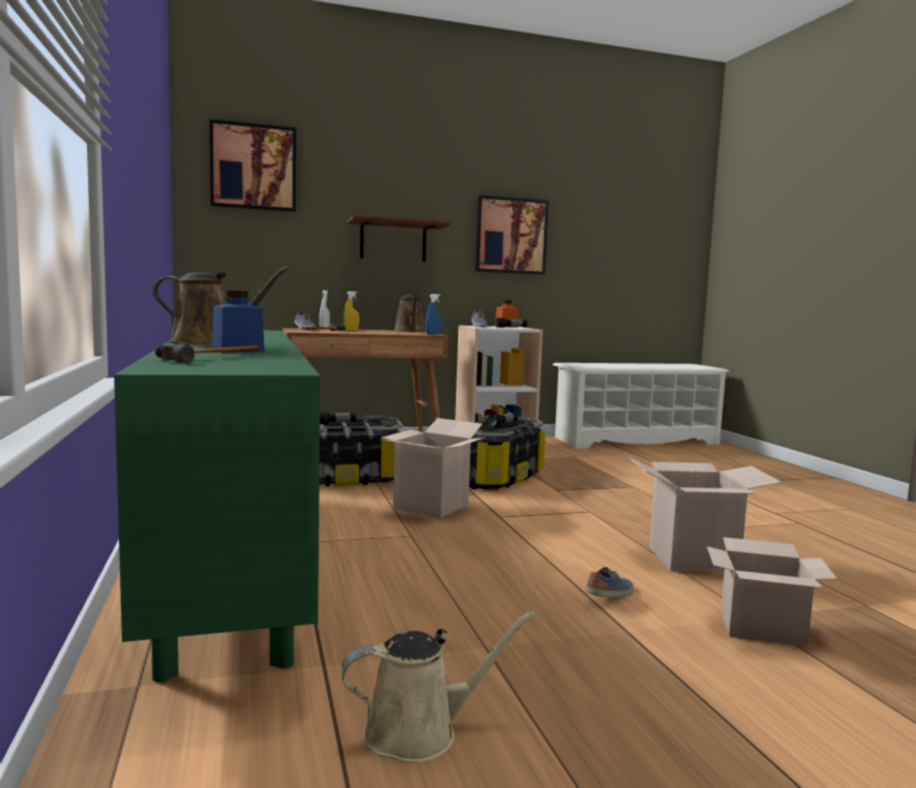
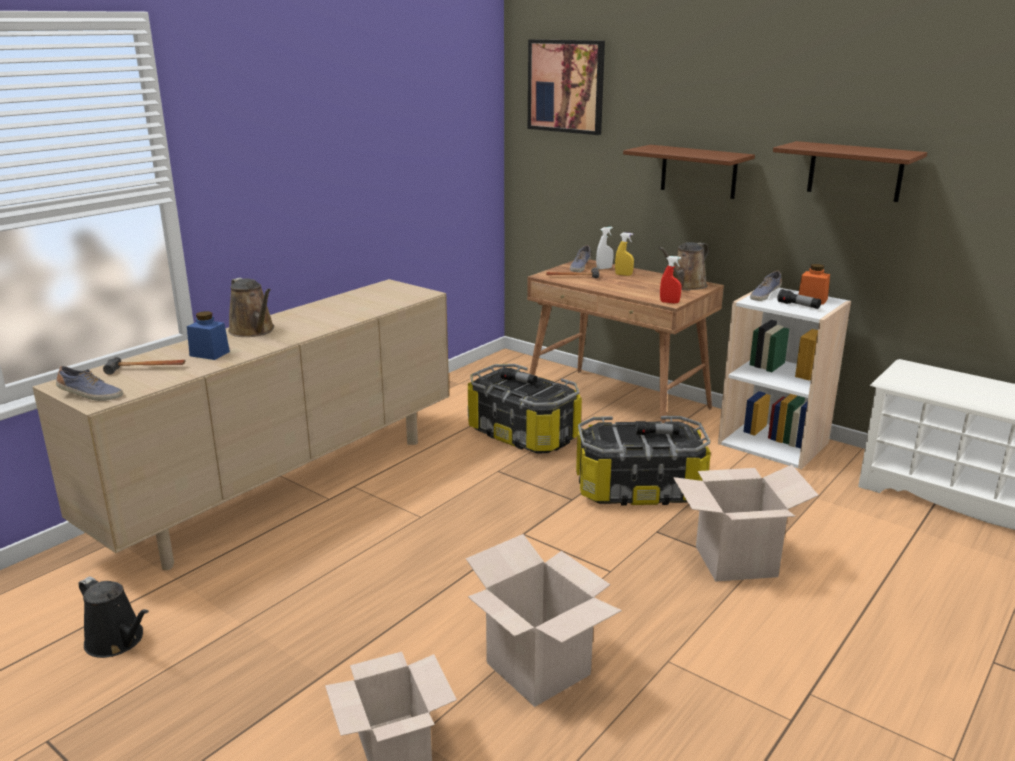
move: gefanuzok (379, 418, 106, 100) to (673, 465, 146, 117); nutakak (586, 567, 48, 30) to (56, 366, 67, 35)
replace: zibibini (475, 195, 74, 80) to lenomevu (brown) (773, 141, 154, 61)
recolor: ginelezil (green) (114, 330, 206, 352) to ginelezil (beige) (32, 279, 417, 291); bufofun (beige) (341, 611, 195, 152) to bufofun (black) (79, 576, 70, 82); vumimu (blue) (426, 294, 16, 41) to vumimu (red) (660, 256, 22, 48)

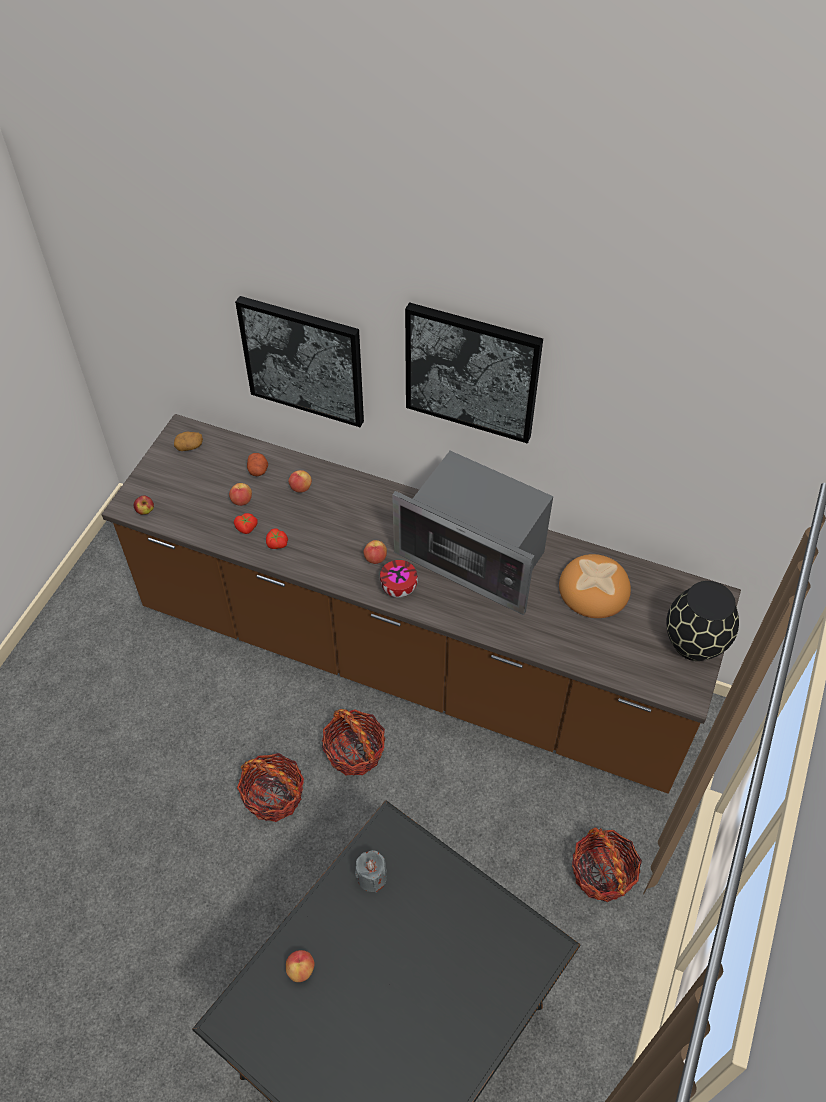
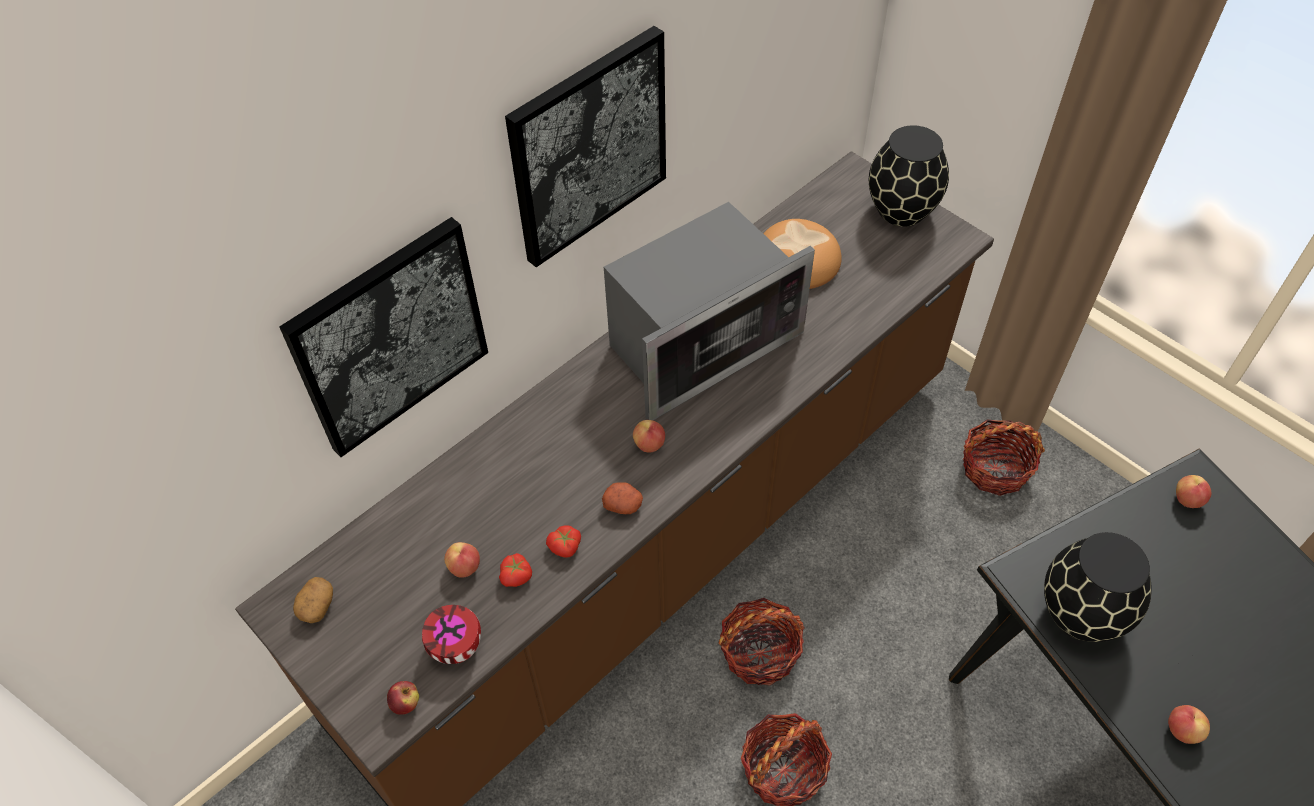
move: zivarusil (247, 453, 21, 23) to (602, 482, 41, 32); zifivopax (288, 470, 24, 23) to (1176, 475, 35, 33); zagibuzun (380, 560, 38, 38) to (422, 605, 59, 59)
replace: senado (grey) (355, 850, 32, 43) to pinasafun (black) (1044, 532, 108, 110)

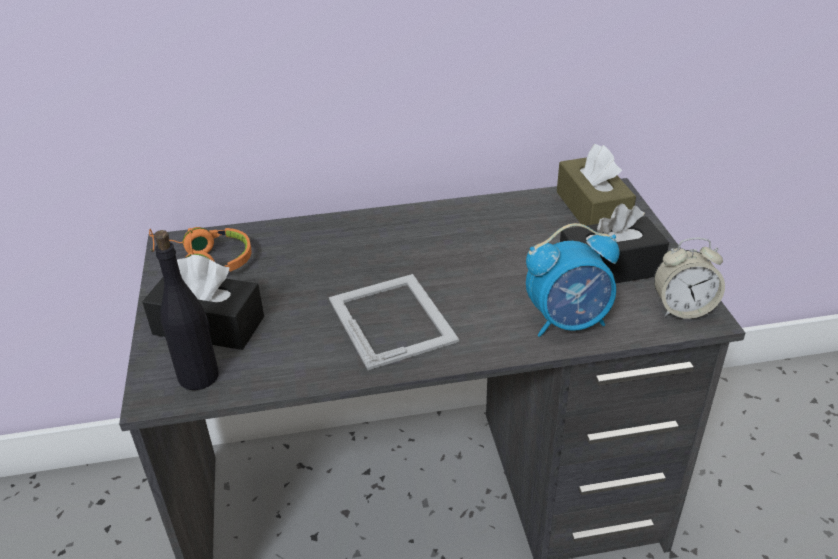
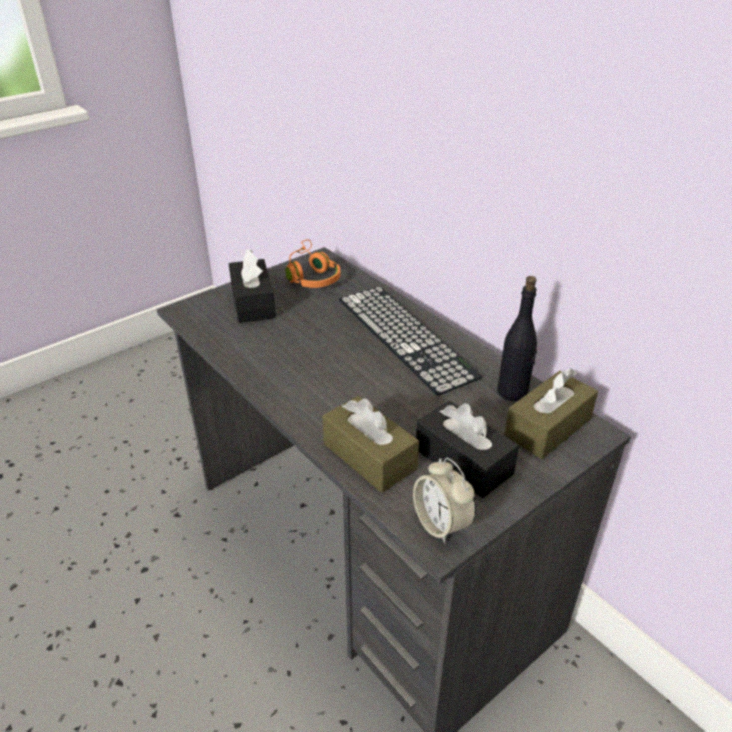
delete: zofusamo (329, 274, 130, 96)
insert: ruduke (339, 287, 143, 109)
move: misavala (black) (154, 230, 65, 160) to (497, 276, 40, 125)
replace: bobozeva (526, 223, 94, 114) to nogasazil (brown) (322, 396, 97, 97)

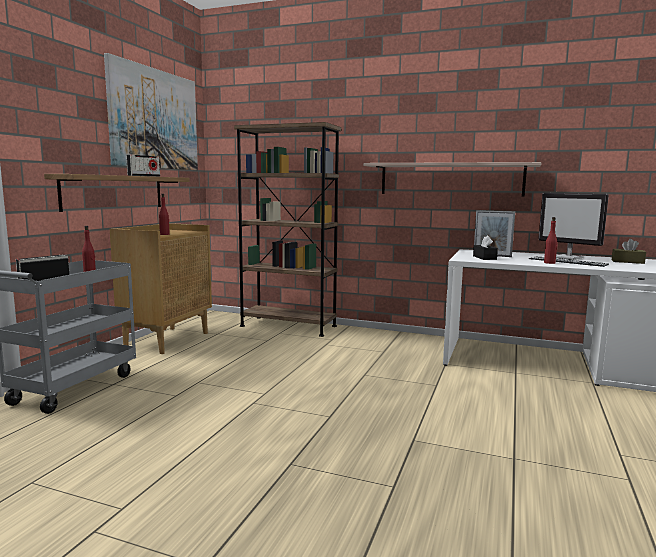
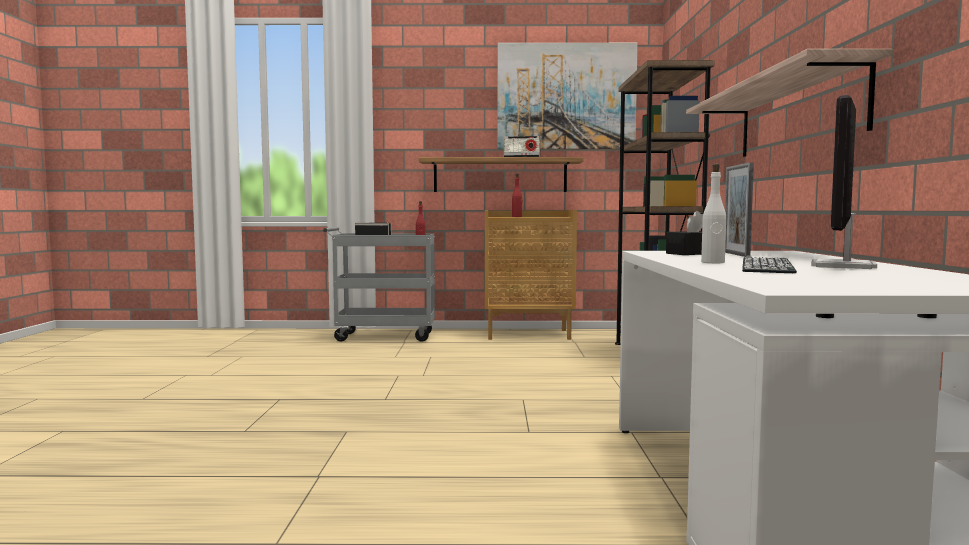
delete: nogasazil (brown) (612, 239, 34, 25)
recolor: misavala (red) (544, 217, 13, 47) to misavala (white) (701, 164, 25, 99)

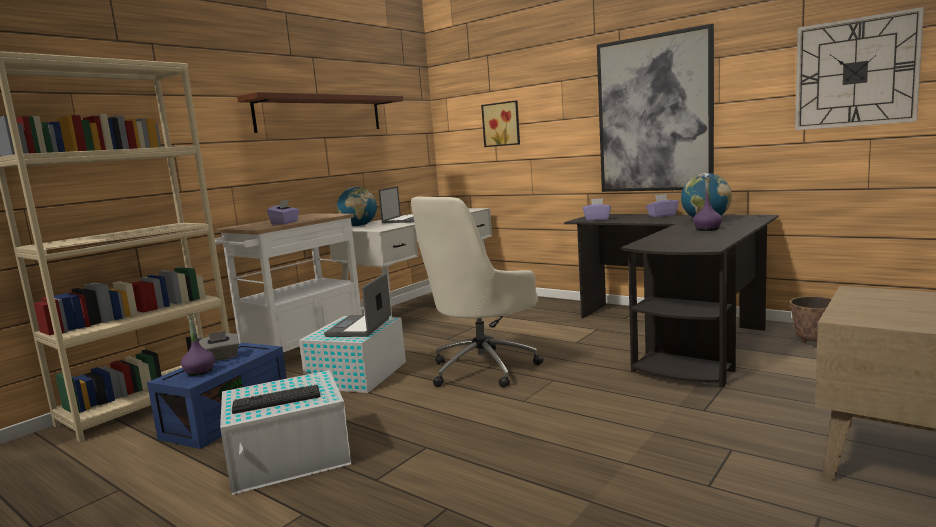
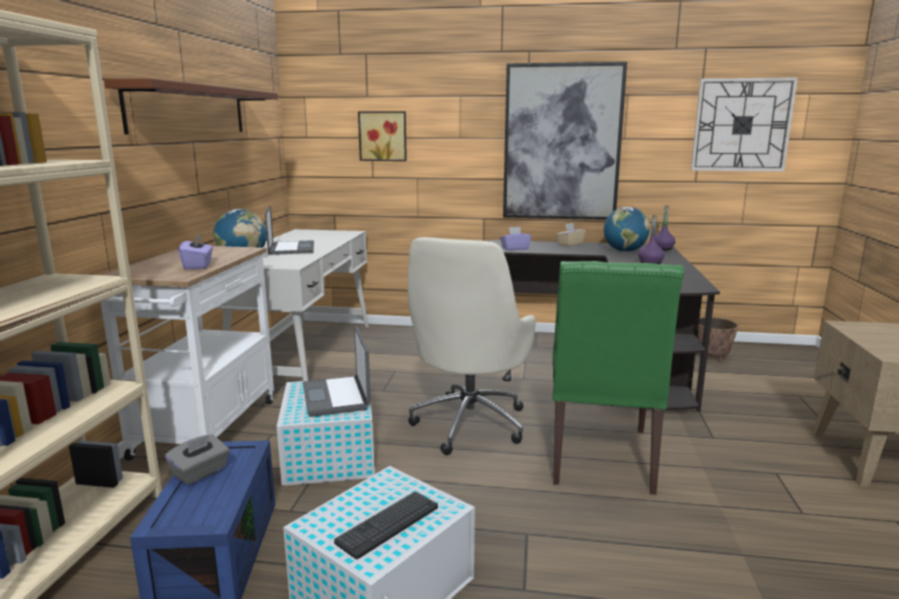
insert: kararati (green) (552, 261, 132, 234)
move: misavala (purple) (181, 313, 34, 63) to (656, 205, 20, 45)
recolor: nogasazil (purple) (646, 194, 33, 23) to nogasazil (beige) (556, 223, 30, 23)

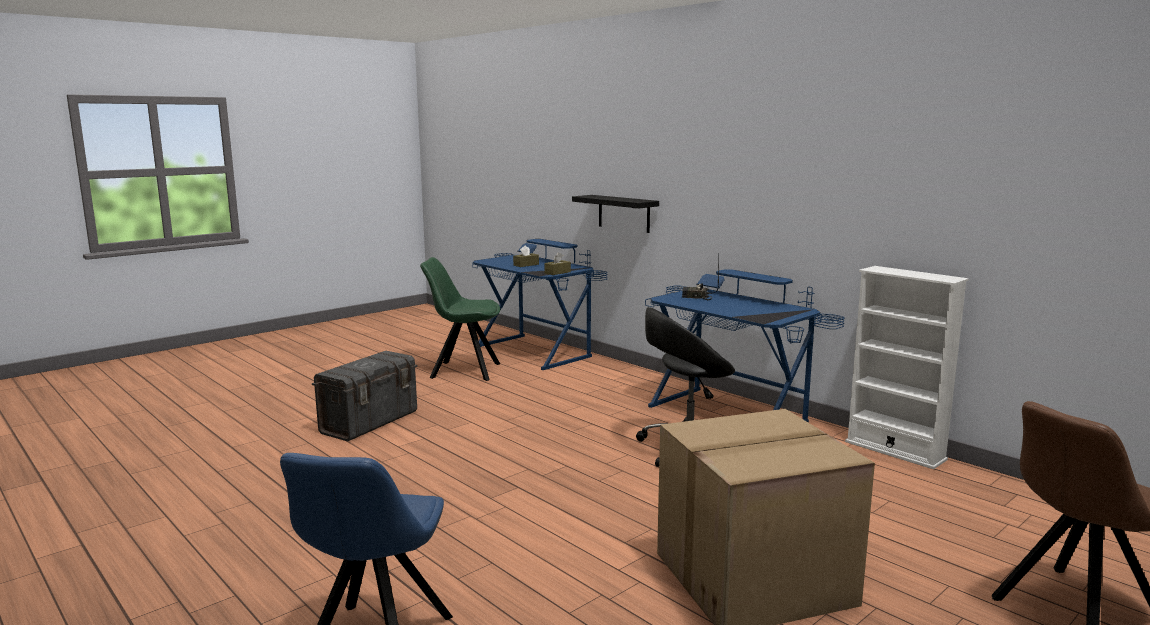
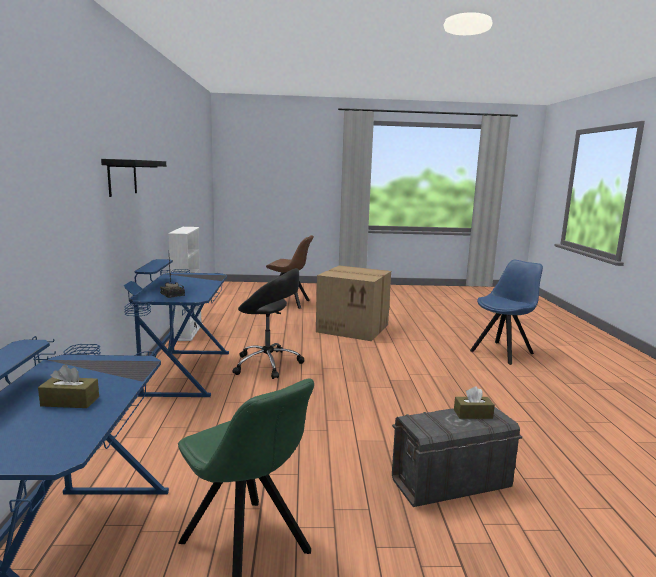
move: nogasazil (brown) (544, 252, 27, 23) to (454, 387, 41, 32); lenomevu (black) (572, 195, 87, 38) to (101, 159, 65, 38)

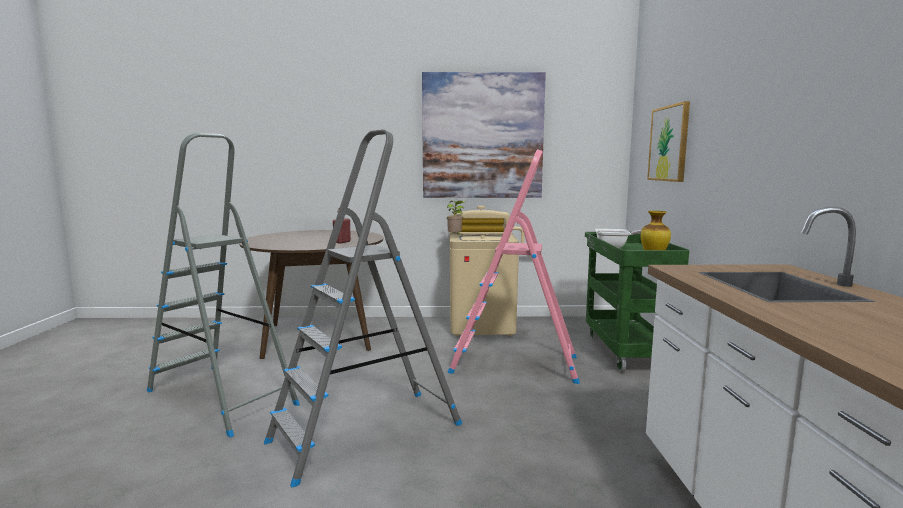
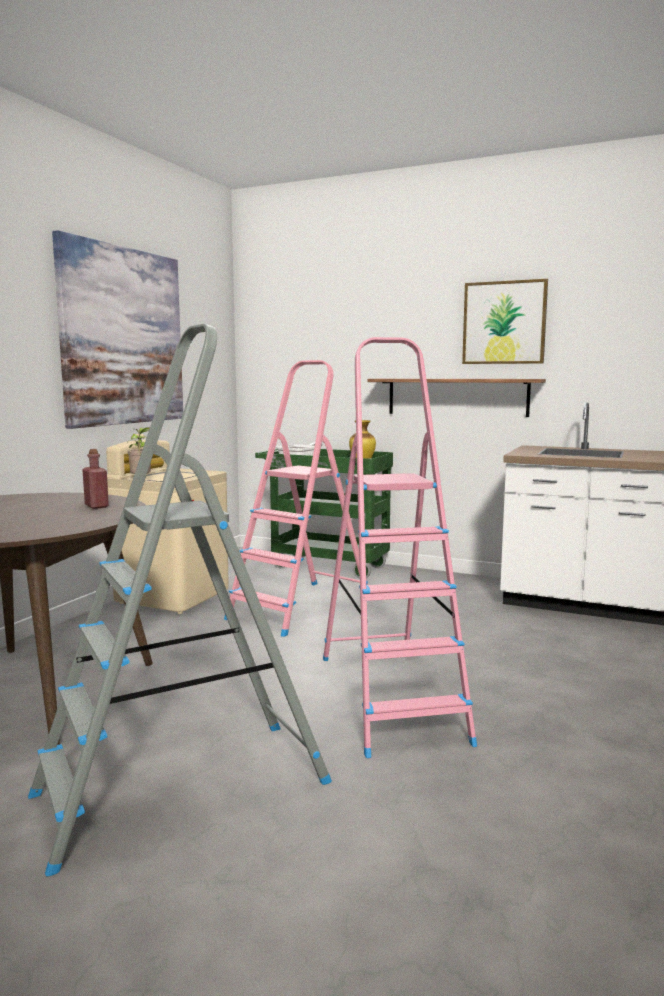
insert: lenomevu (368, 379, 178, 38)
move: zibibini (647, 101, 43, 81) to (462, 279, 86, 85)
recolor: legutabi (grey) (264, 129, 198, 358) to legutabi (pink) (323, 337, 154, 421)

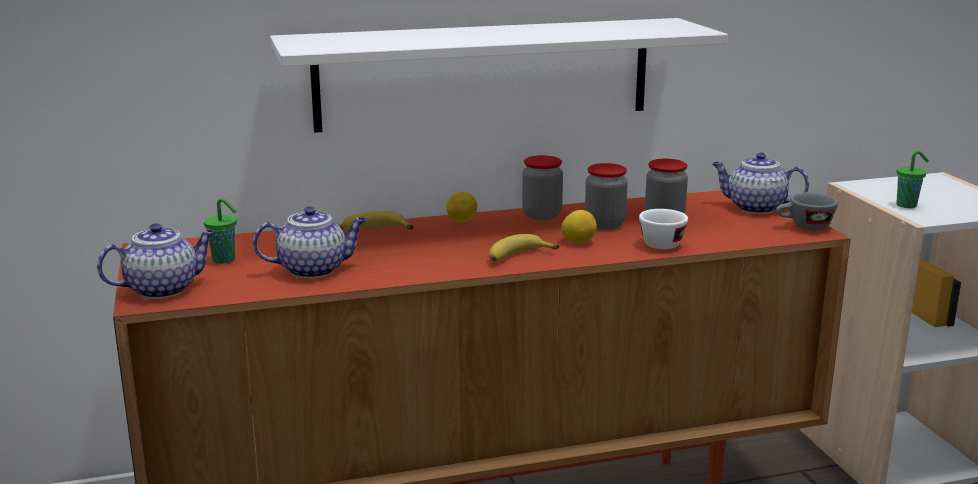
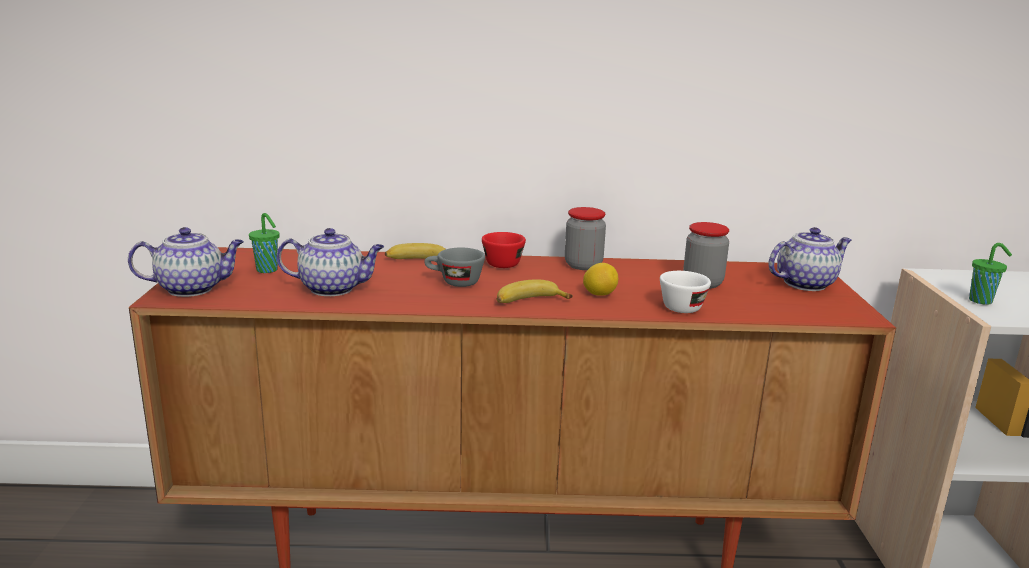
delete: lenomevu (white) (270, 18, 458, 115); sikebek (585, 163, 43, 67)
move: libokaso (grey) (776, 192, 62, 39) to (424, 248, 61, 39)
replace: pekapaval (447, 192, 30, 31) to libokaso (red) (482, 232, 44, 36)
rotate: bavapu (712, 153, 97, 61) = (769, 227, 83, 64) 120 degrees clockwise

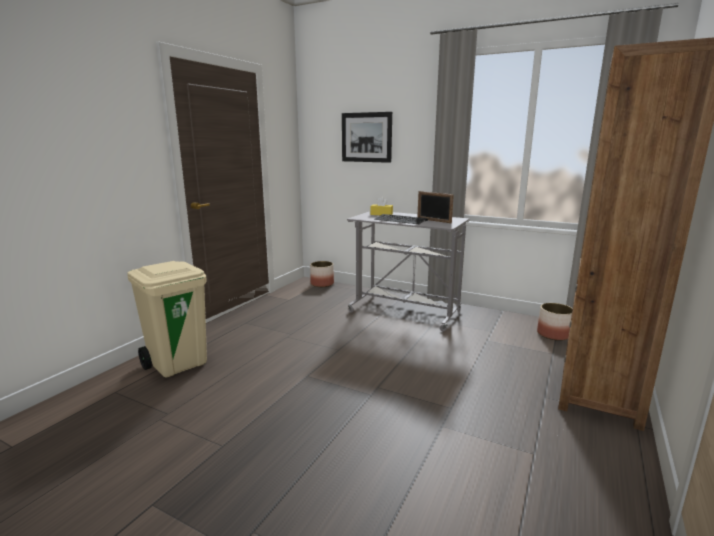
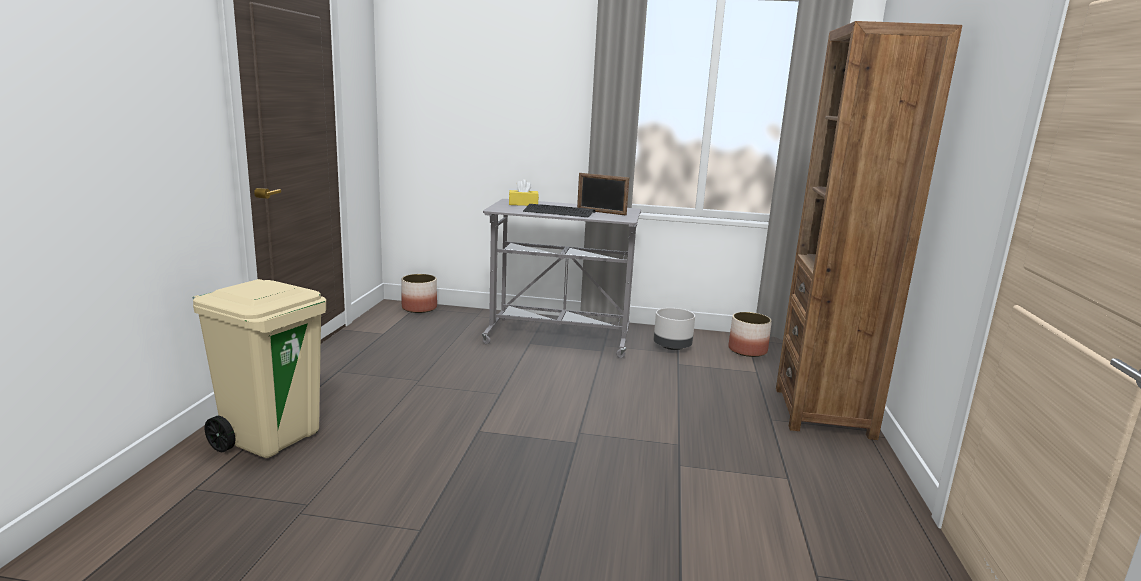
delete: zibibini (342, 112, 50, 51)
insert: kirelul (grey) (654, 308, 41, 42)

